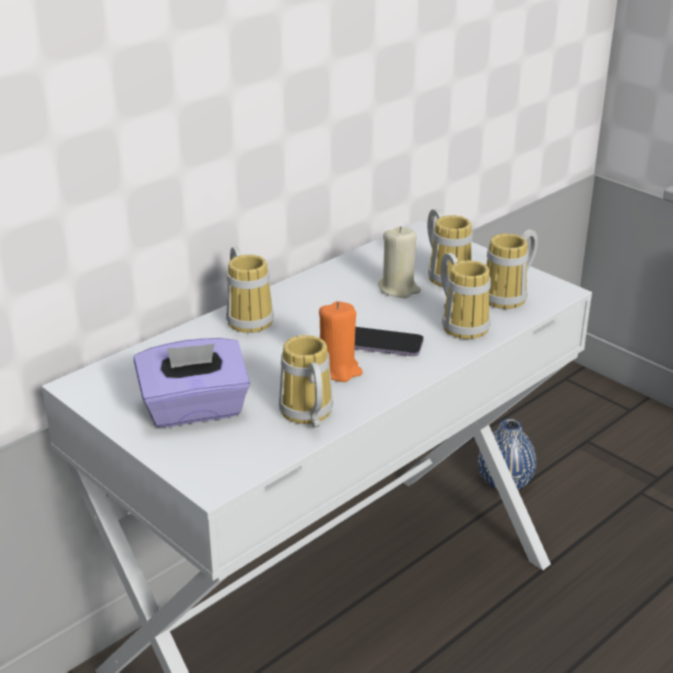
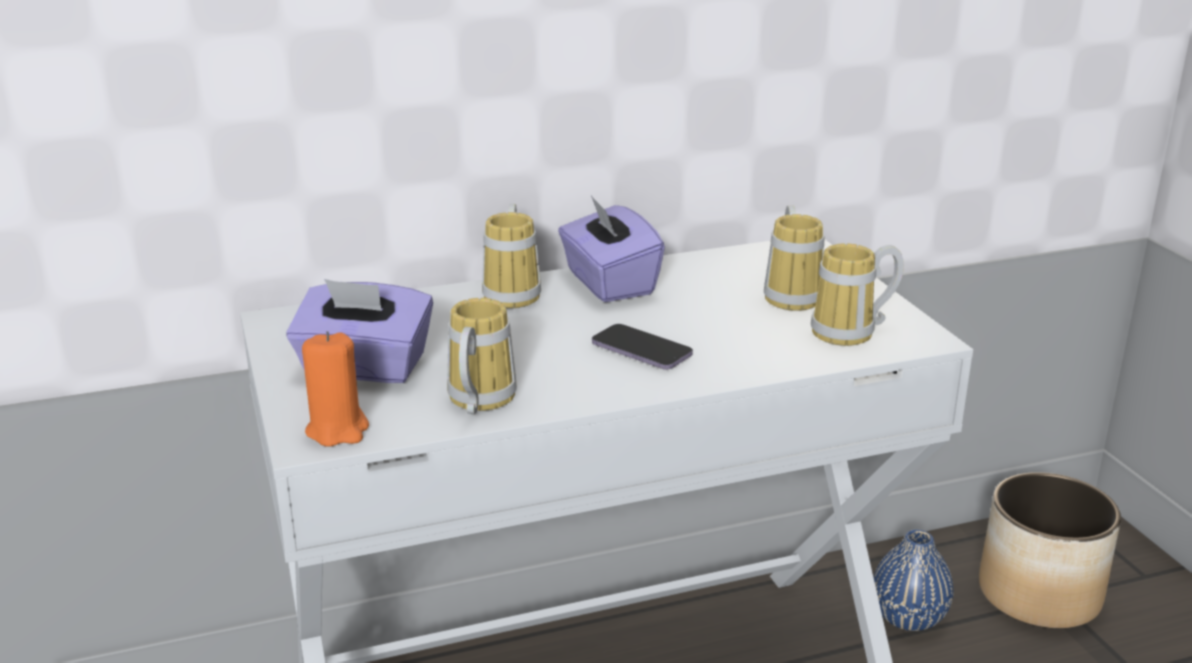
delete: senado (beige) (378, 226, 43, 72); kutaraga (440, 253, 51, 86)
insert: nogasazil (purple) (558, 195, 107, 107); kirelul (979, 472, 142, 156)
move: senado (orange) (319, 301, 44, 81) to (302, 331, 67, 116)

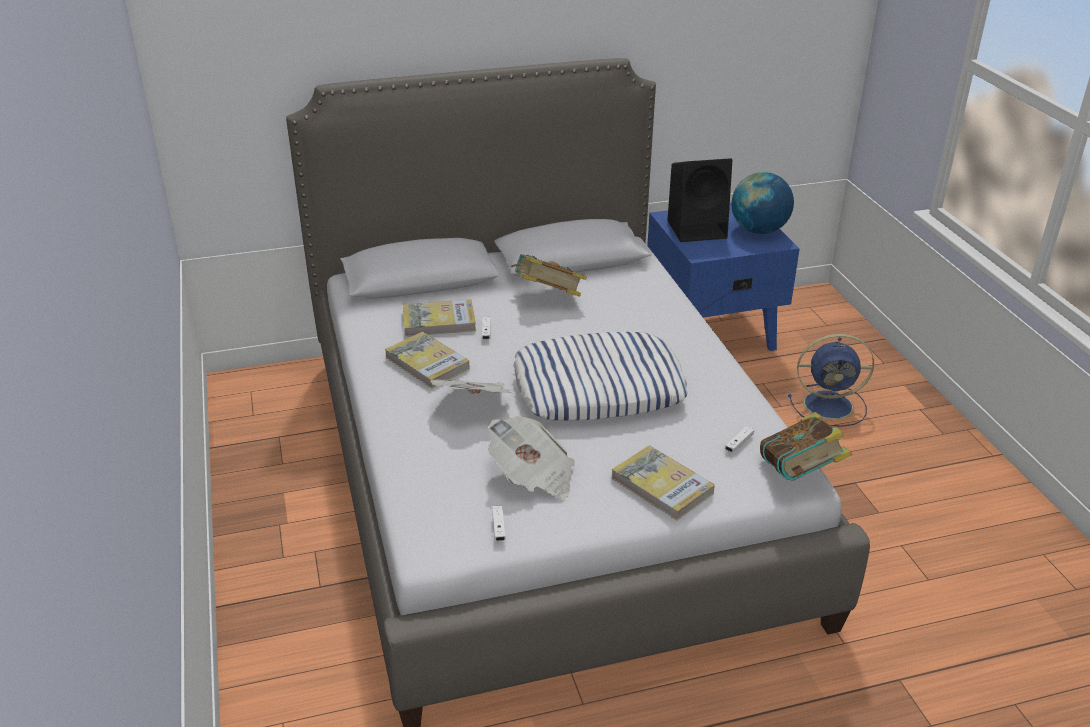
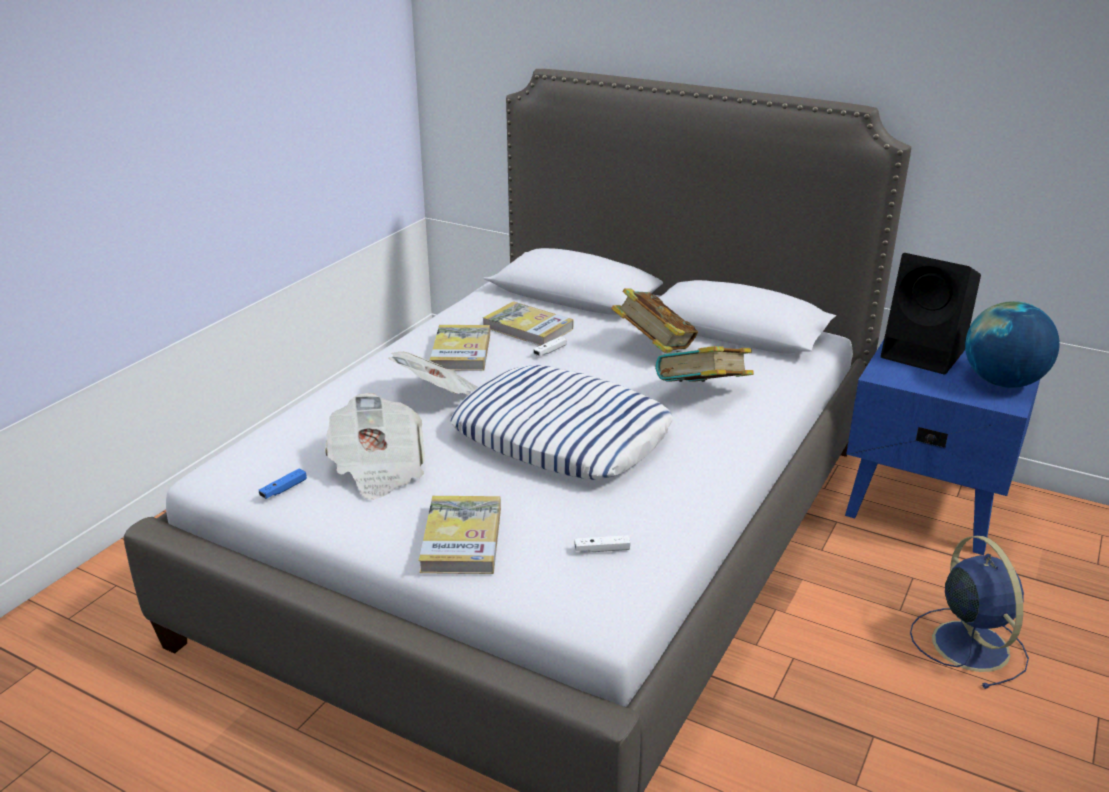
move: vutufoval (760, 412, 92, 69) to (655, 346, 99, 36)
recolor: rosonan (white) (492, 506, 14, 35) to rosonan (blue) (259, 469, 48, 30)
rotate: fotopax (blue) (788, 334, 86, 93) = (910, 536, 119, 153) 150 degrees counterclockwise

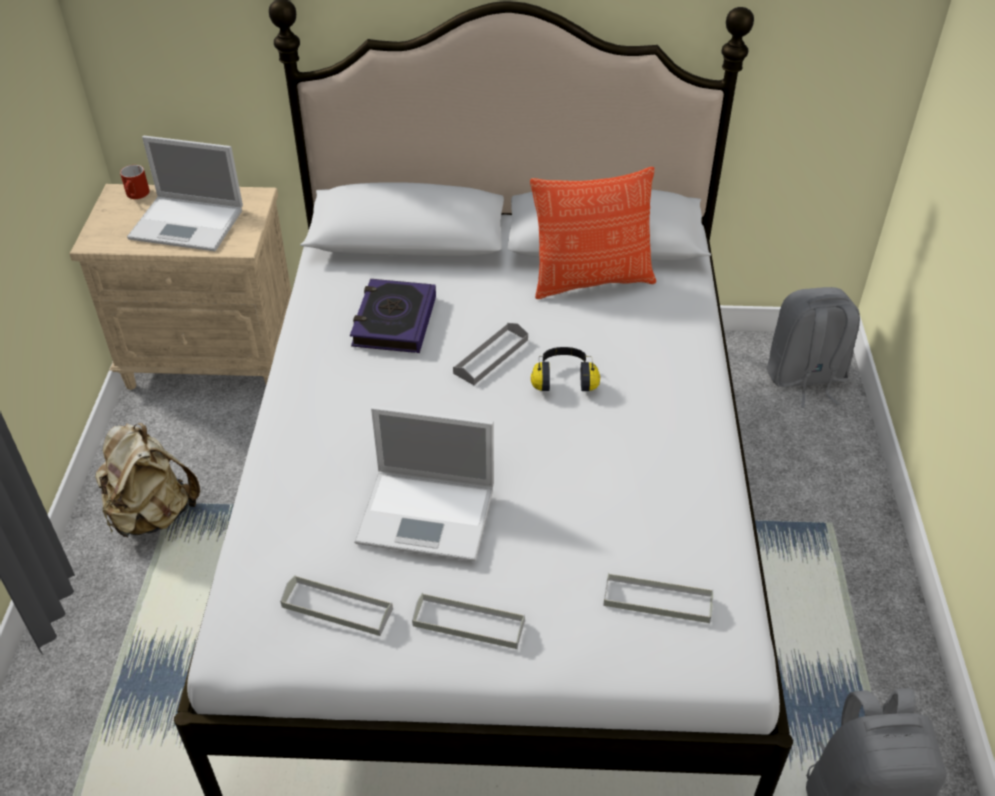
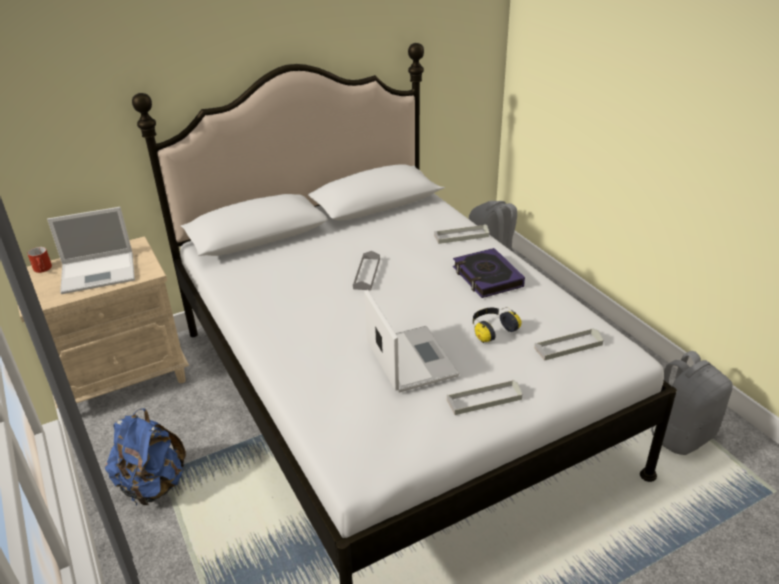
delete: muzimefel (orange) (530, 167, 126, 132)
move: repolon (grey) (280, 575, 113, 61) to (434, 224, 55, 20); vutufoval (350, 279, 86, 74) to (453, 248, 72, 50); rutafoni (531, 347, 69, 44) to (473, 307, 49, 36)
recolor: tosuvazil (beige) (95, 423, 105, 115) to tosuvazil (blue) (105, 409, 81, 97)
rotate: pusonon (354, 406, 140, 155) = (364, 290, 95, 103) 90 degrees counterclockwise

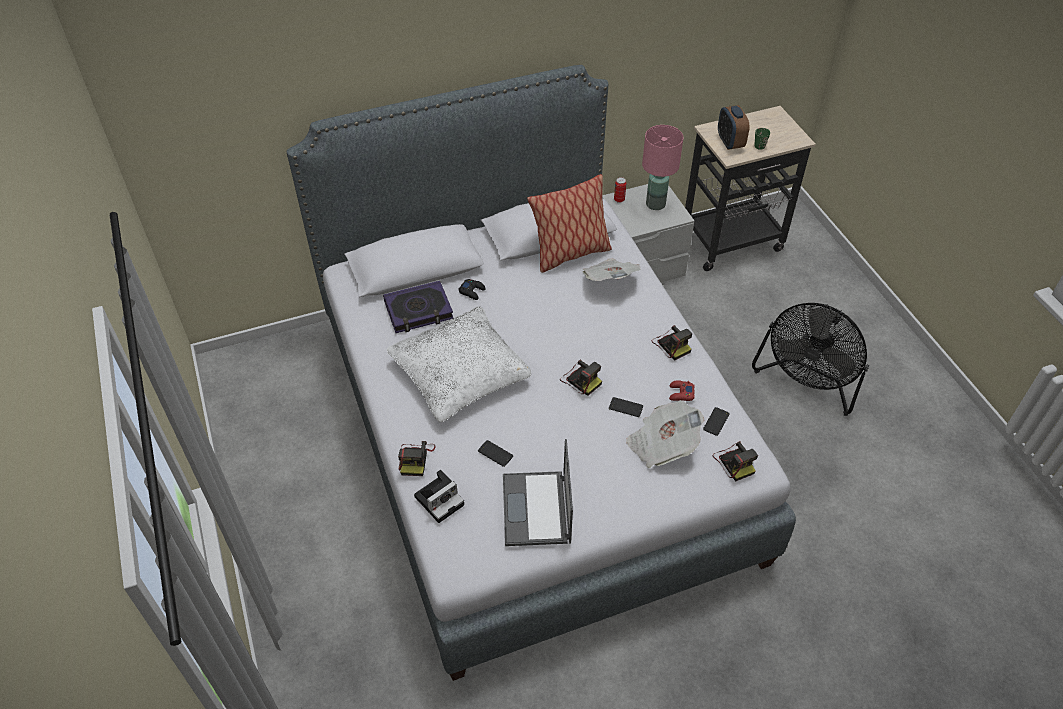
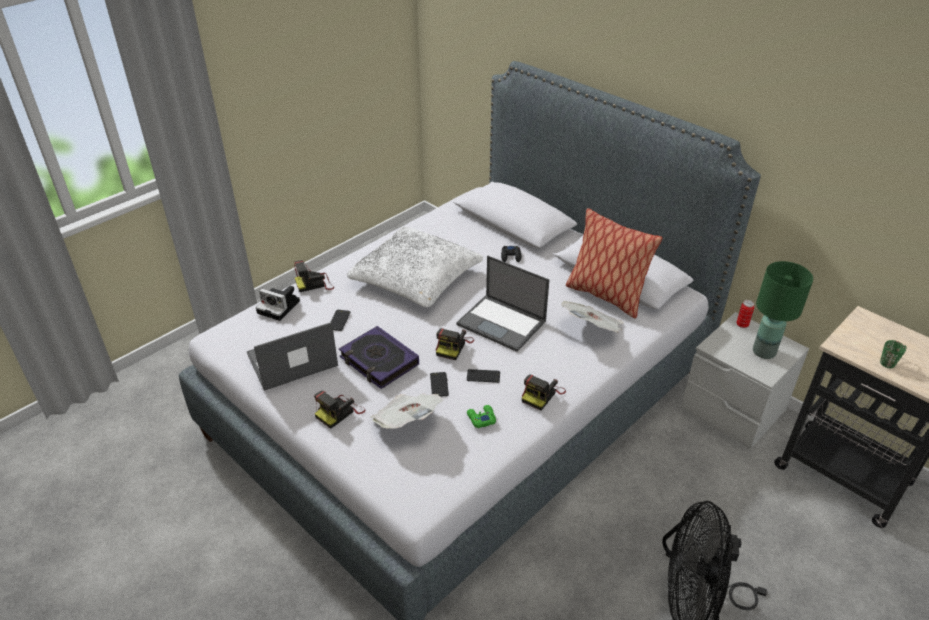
delete: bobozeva (718, 105, 32, 45)
insert: pusonon (457, 256, 93, 96)
move: vutufoval (383, 281, 70, 52) to (339, 326, 80, 63); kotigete (703, 407, 27, 29) to (467, 369, 33, 14); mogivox (713, 441, 45, 40) to (314, 391, 52, 38)
recolor: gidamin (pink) (642, 125, 41, 85) to gidamin (green) (753, 261, 60, 98); rosonan (red) (669, 380, 26, 21) to rosonan (green) (467, 405, 29, 23)

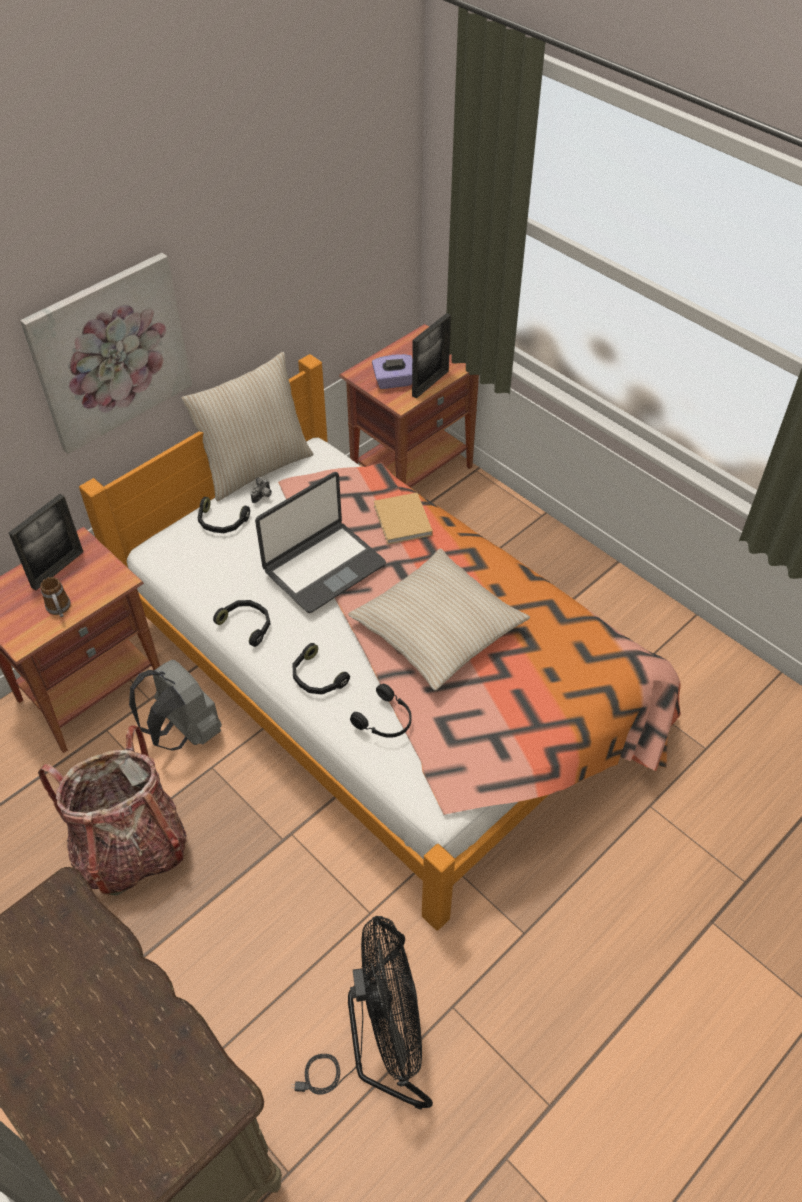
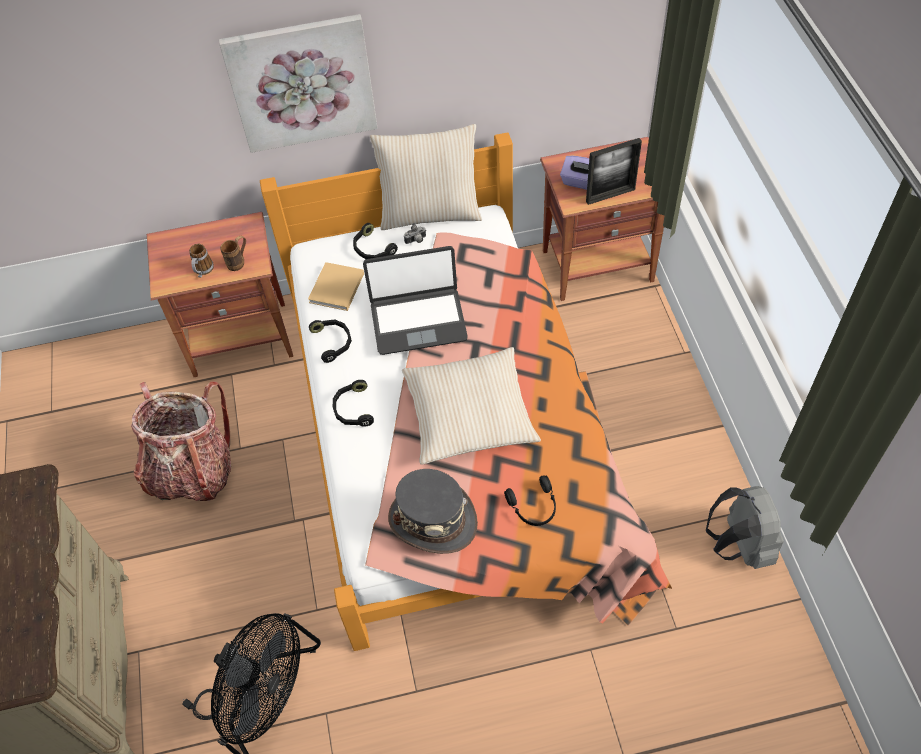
delete: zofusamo (9, 494, 74, 97)
insert: kutaraga (brown) (220, 236, 26, 35); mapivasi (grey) (388, 469, 90, 85)
move: tosuvazil (grey) (129, 660, 93, 91) to (706, 486, 78, 83); rutafoni (black) (350, 684, 61, 54) to (504, 476, 52, 50); vutufoval (beige) (374, 493, 59, 51) to (308, 262, 56, 49)

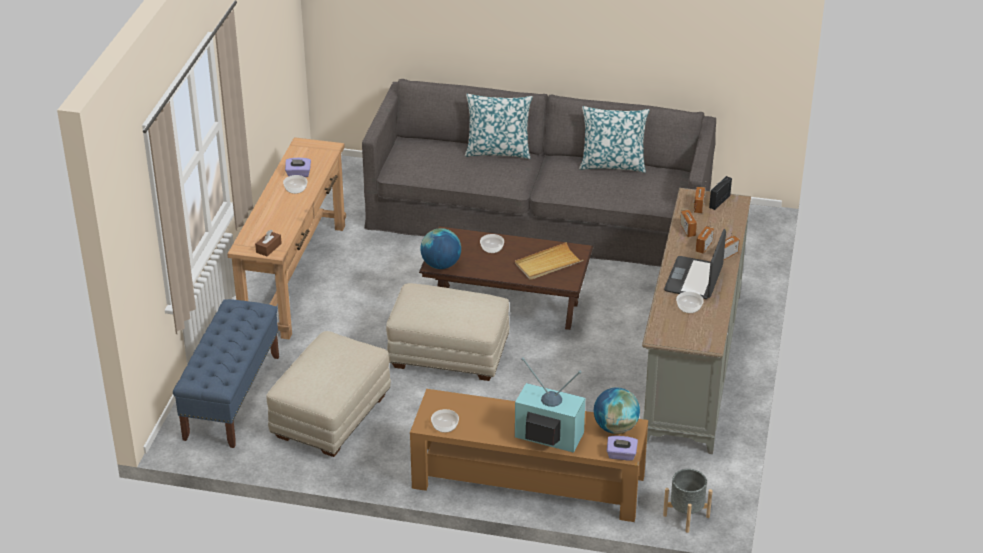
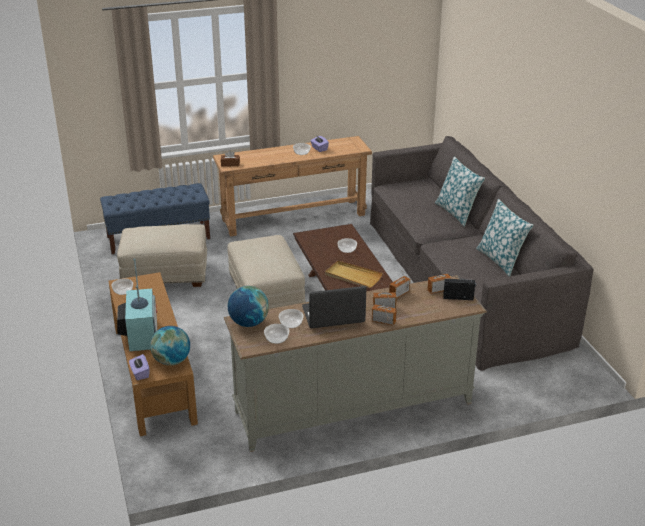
delete: kirelul (grey) (663, 469, 50, 64)
insert: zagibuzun (264, 324, 25, 20)
move: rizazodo (420, 228, 41, 41) to (228, 286, 41, 41)

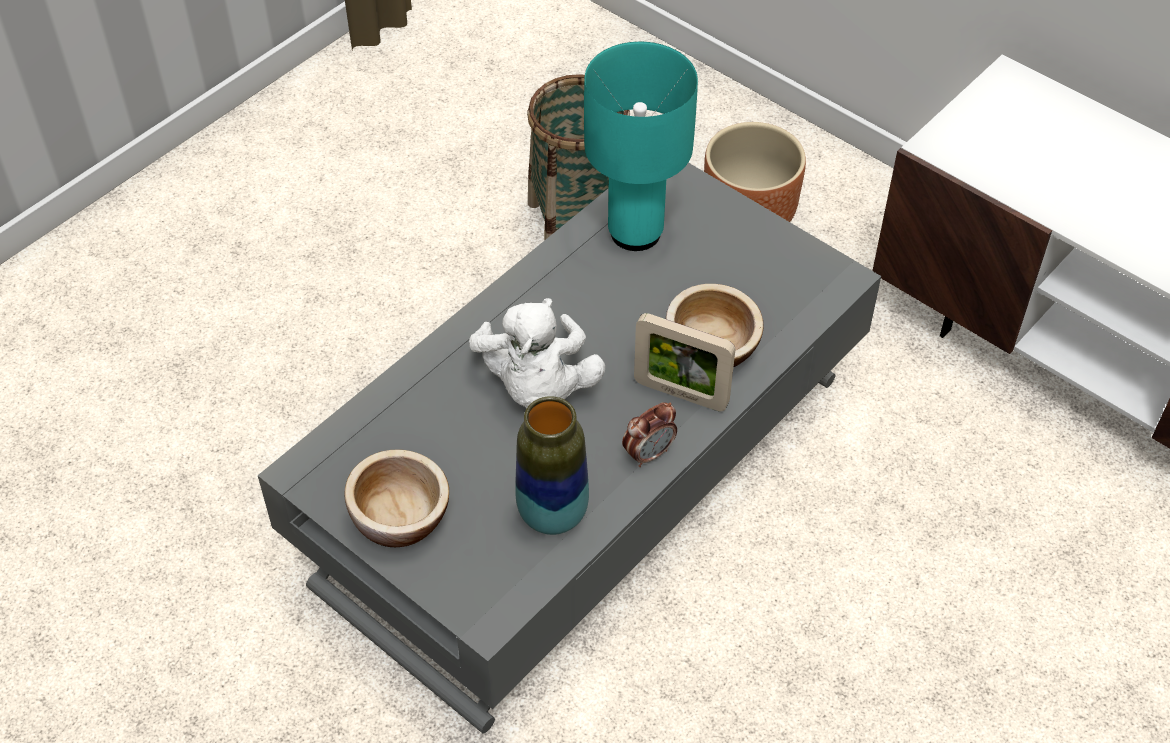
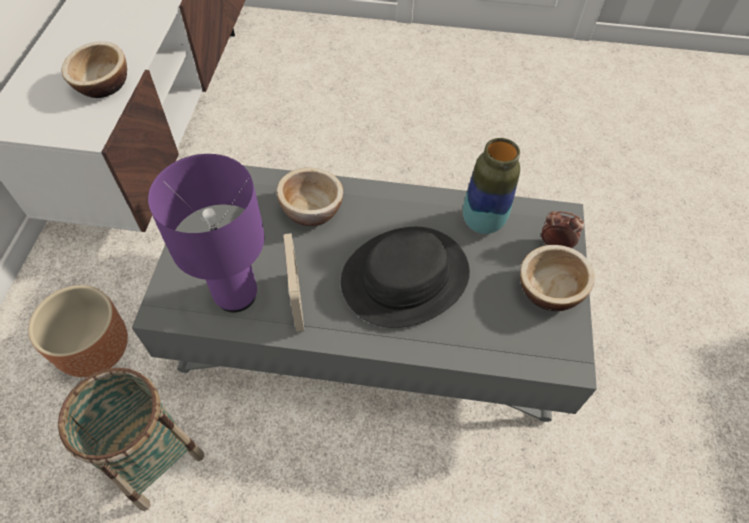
insert: zagibuzun (62, 41, 65, 57)
move: bobozeva (622, 402, 55, 65) to (541, 211, 43, 37); zofusamo (634, 313, 102, 98) to (283, 233, 21, 99)
replace: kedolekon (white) (469, 298, 136, 110) to mapivasi (black) (341, 227, 129, 101)
recolor: gidamin (turquoise) (584, 42, 114, 209) to gidamin (purple) (148, 154, 116, 159)

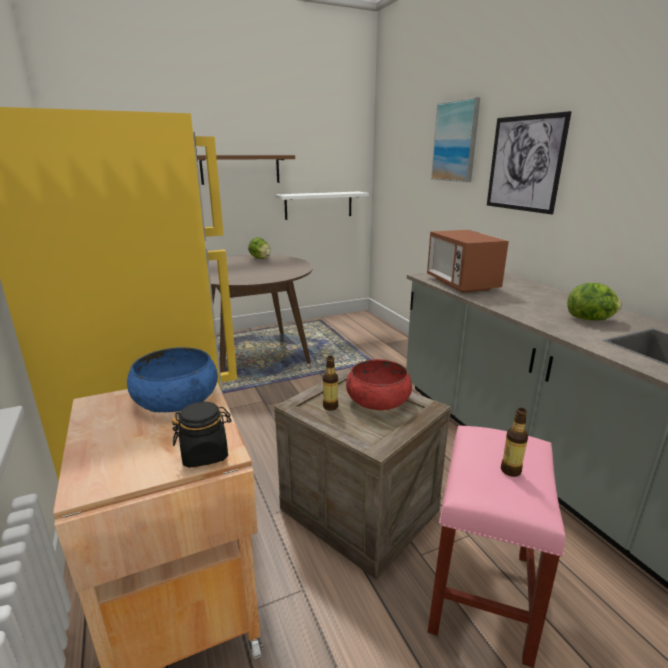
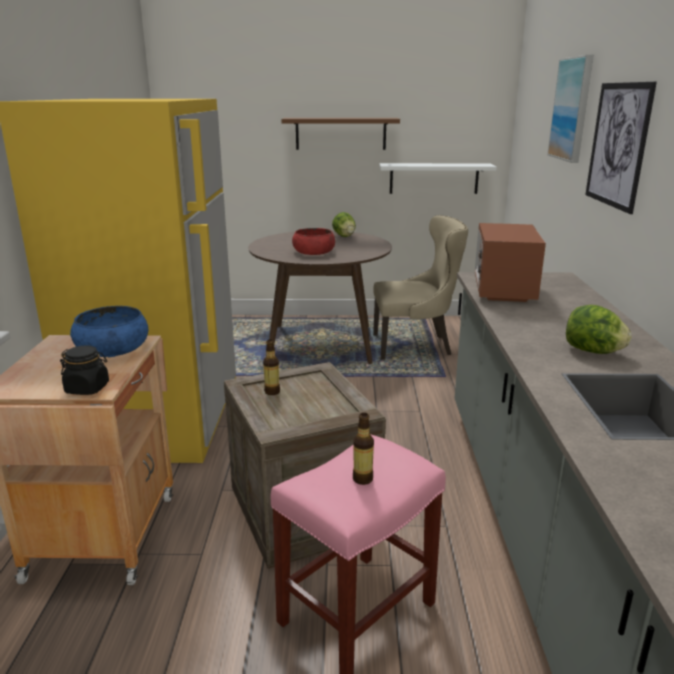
insert: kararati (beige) (373, 215, 95, 145)
move: zagibuzun (red) (346, 359, 66, 51) to (292, 228, 43, 27)

